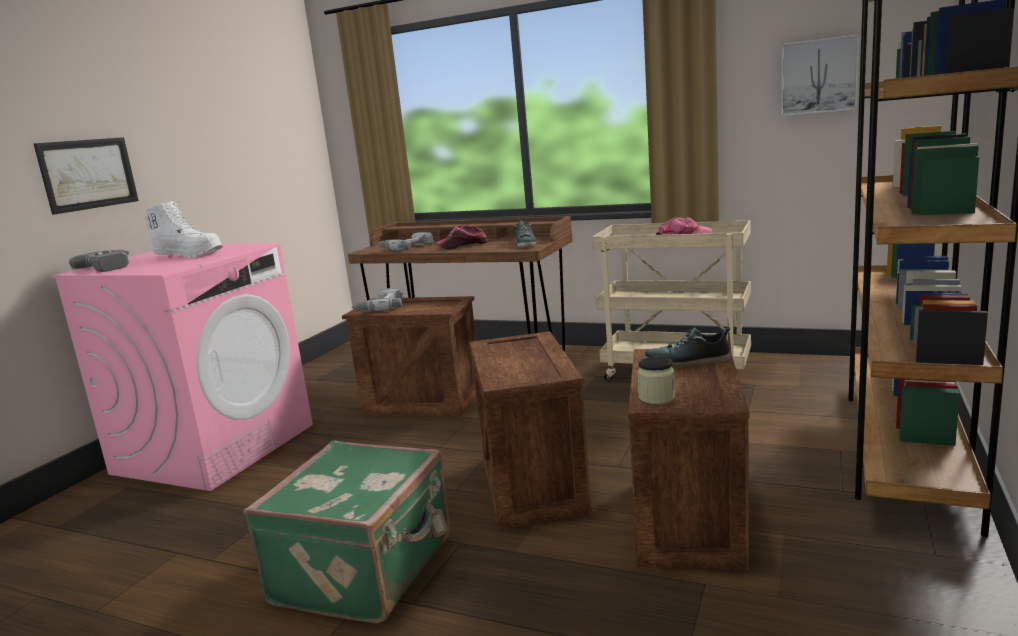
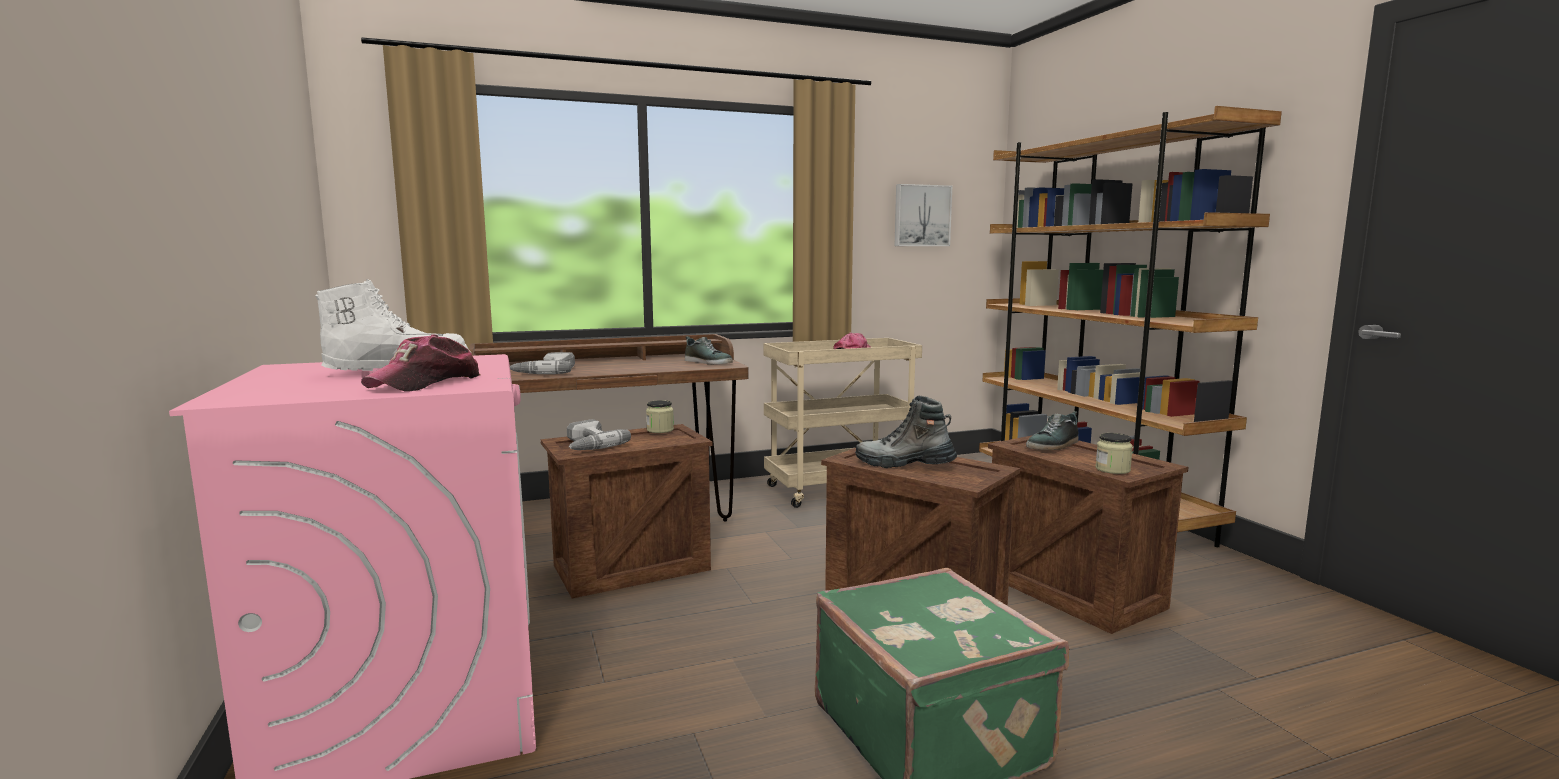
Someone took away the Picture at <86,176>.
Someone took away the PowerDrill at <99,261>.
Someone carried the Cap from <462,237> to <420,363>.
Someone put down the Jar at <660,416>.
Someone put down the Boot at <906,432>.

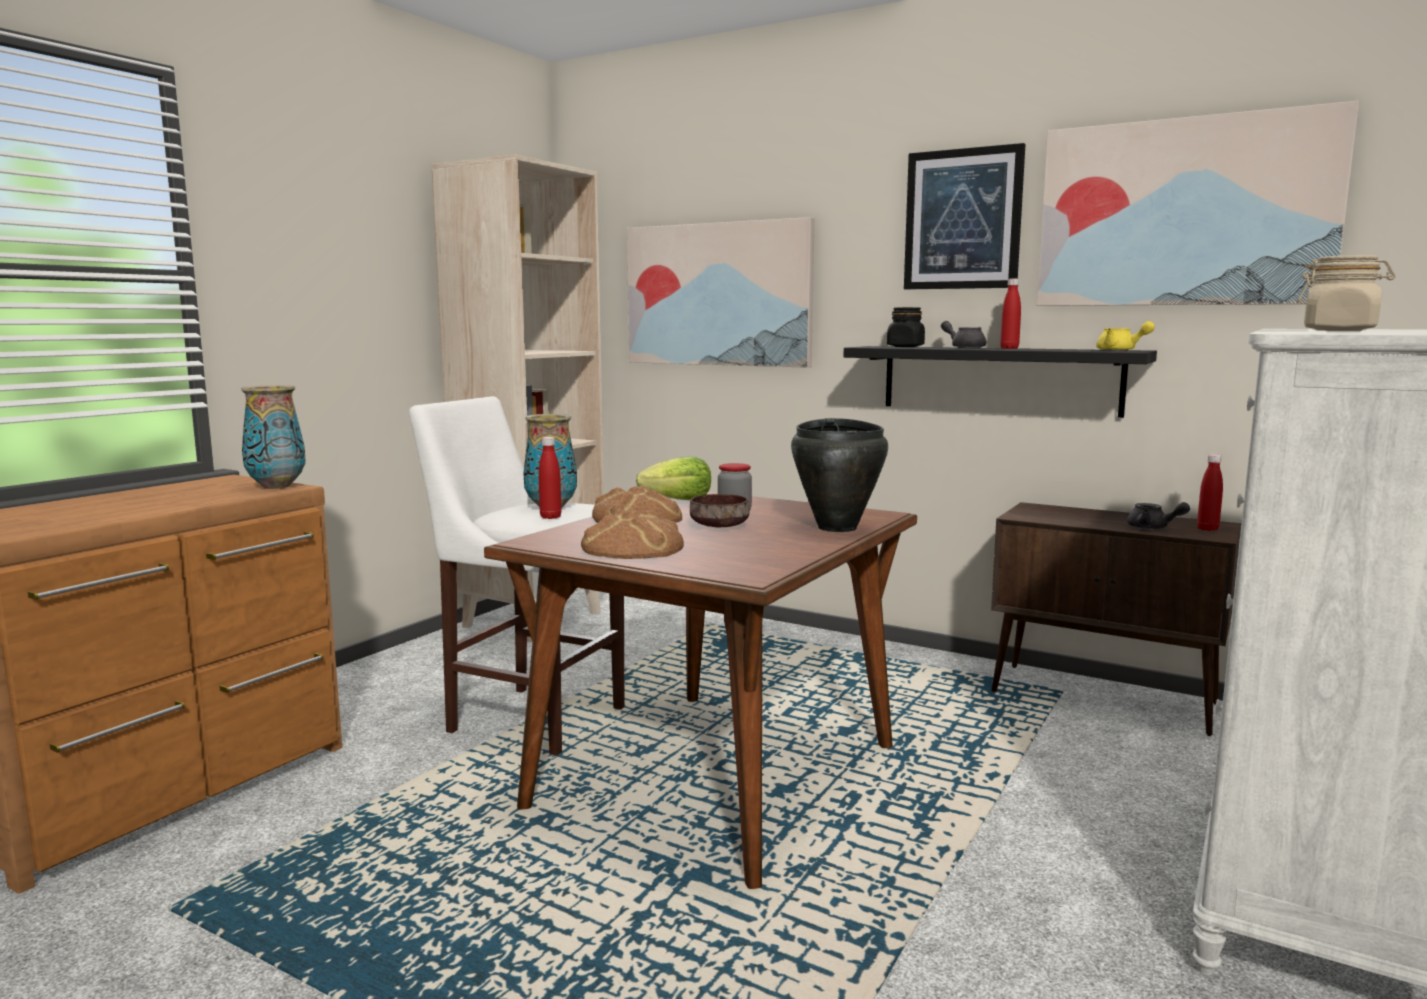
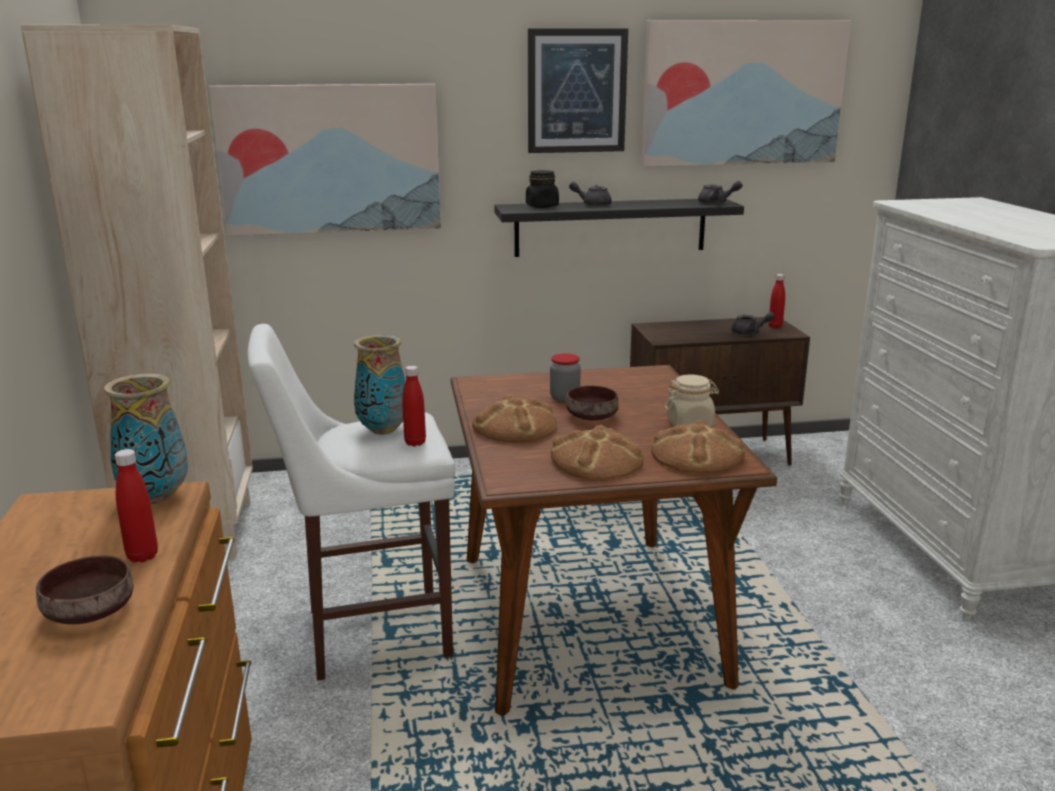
Someone took away the Lettuce at <673,478>.
Someone took away the BlackCookingPot at <839,475>.
Someone carried the RedBottle from <1010,314> to <136,506>.
Someone repainted the YellowTeapot at <1125,336>, which became the GreyTeapot at <720,192>.
Someone carried the BeigeJar from <1346,293> to <692,400>.
Someone put down the BrownBowl at <84,589>.
Someone put down the Bread at <698,446>.

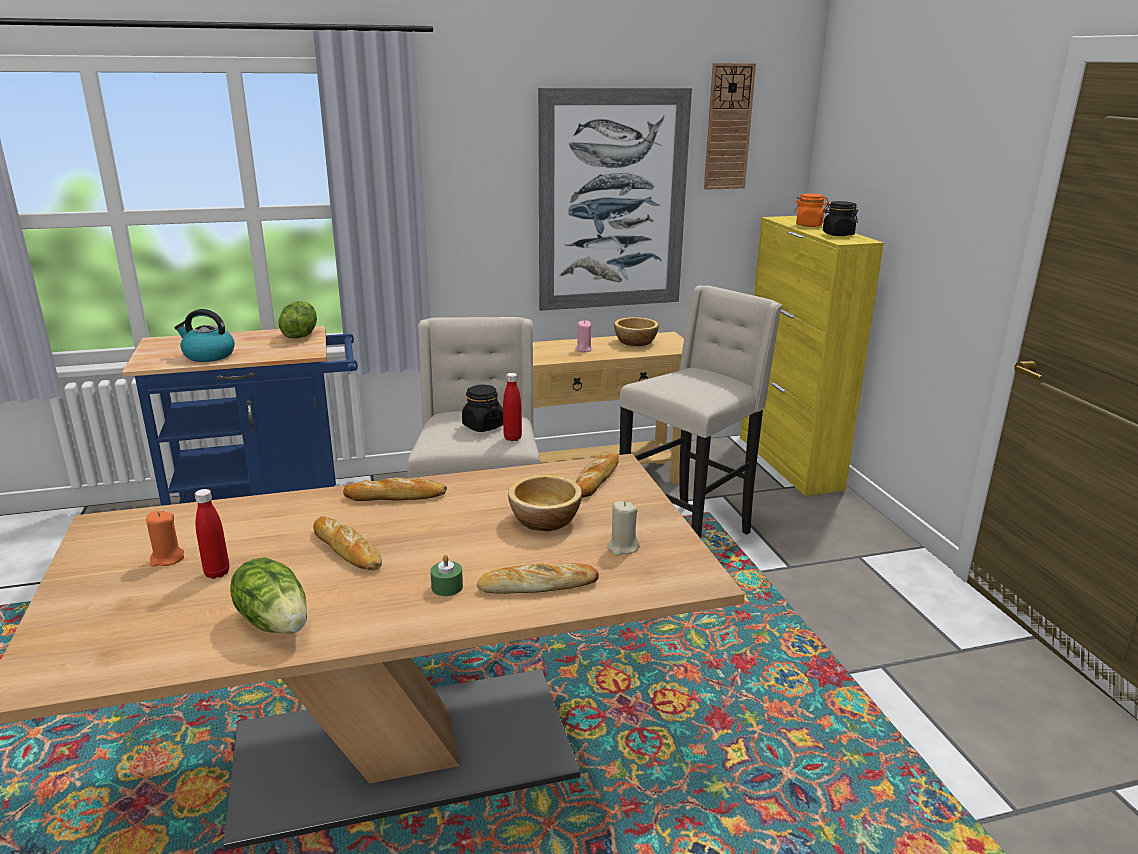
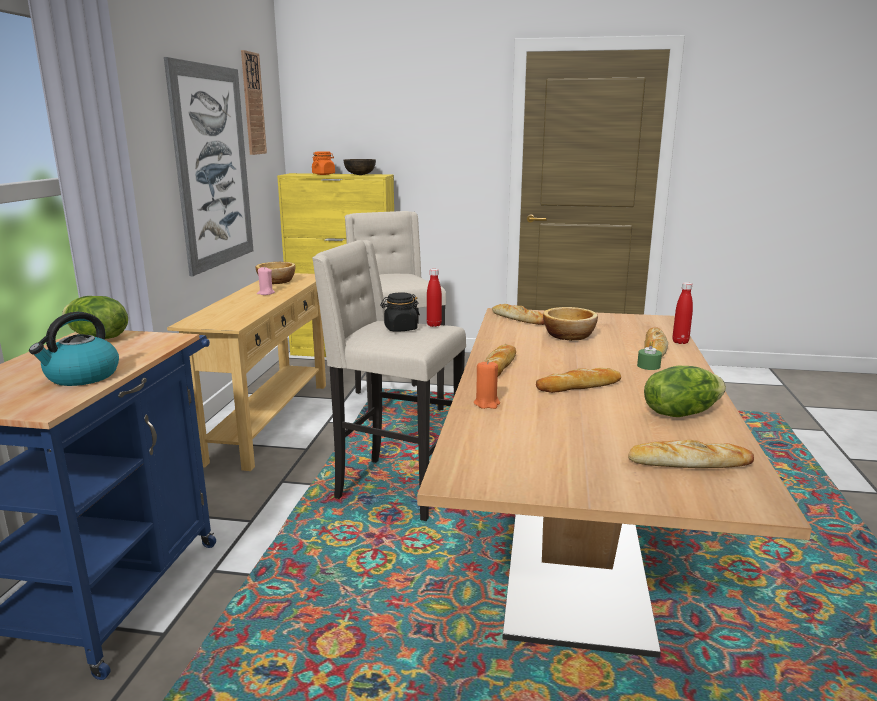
Someone carried the OrangeCandle from <165,539> to <487,385>.
Someone carried the RedBottle from <212,534> to <682,313>.
Someone took away the BeigeCandle at <623,528>.
Someone swapped the BlackJar at <840,218> for the BrownBowl at <360,167>.
Someone put down the Bread at <691,454>.

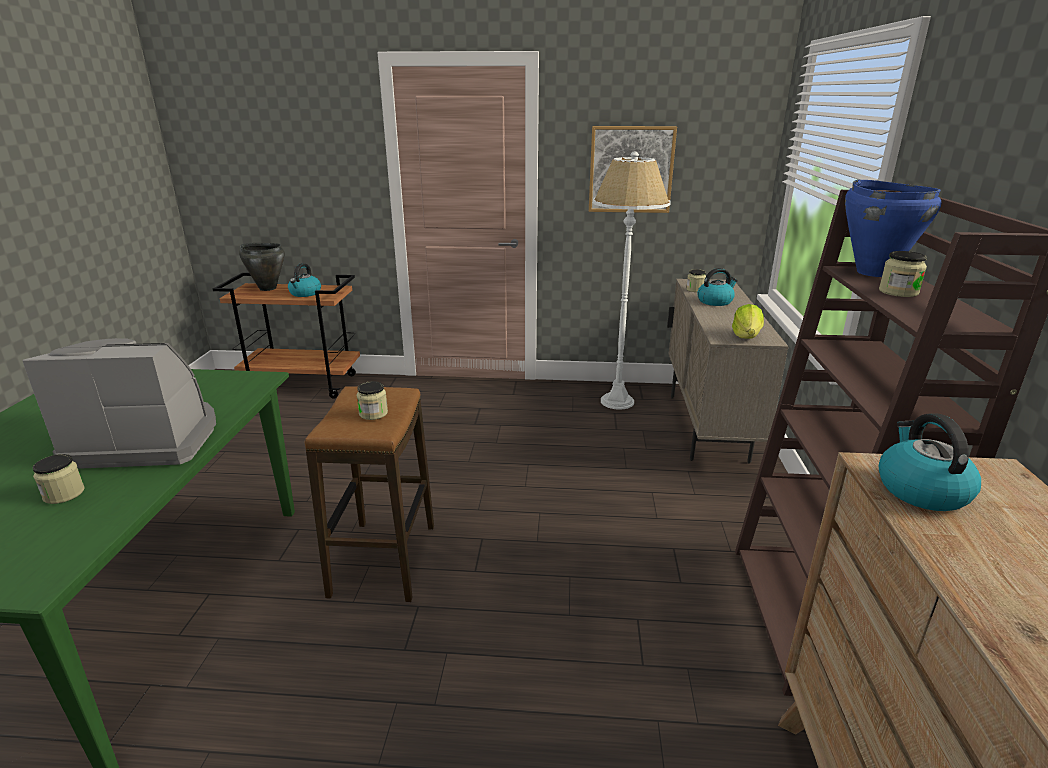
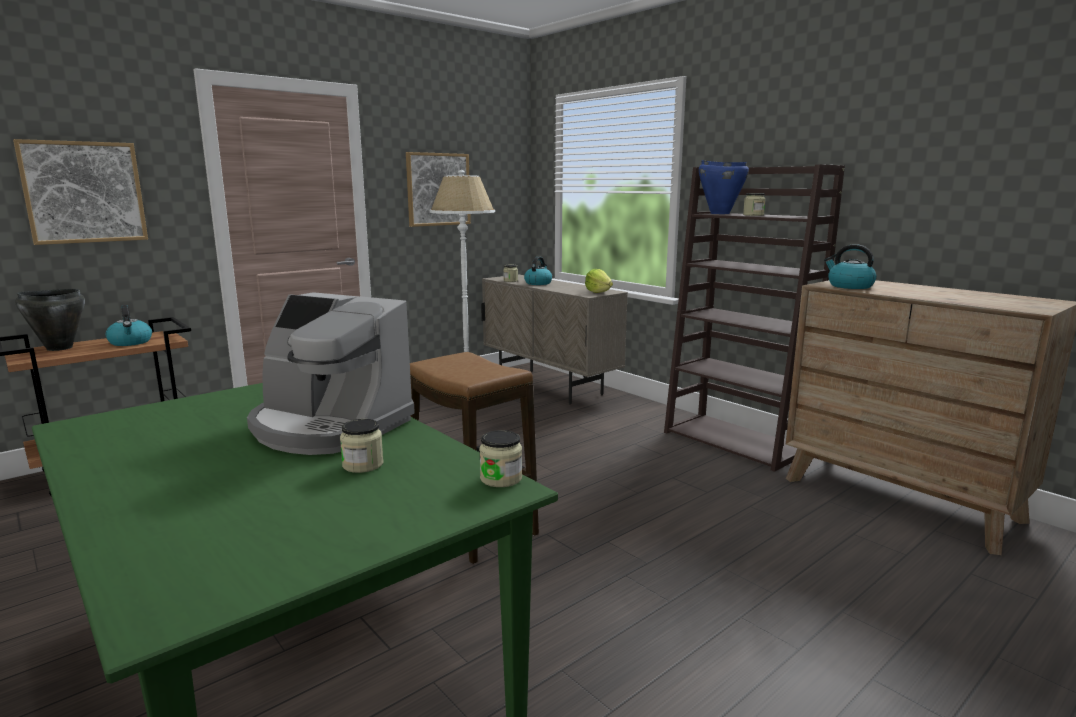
Someone rotated the CoffeeMachine at <119,403> by 105 degrees counterclockwise.
Someone carried the Jar from <372,400> to <500,458>.
Someone put up the Picture at <80,192>.

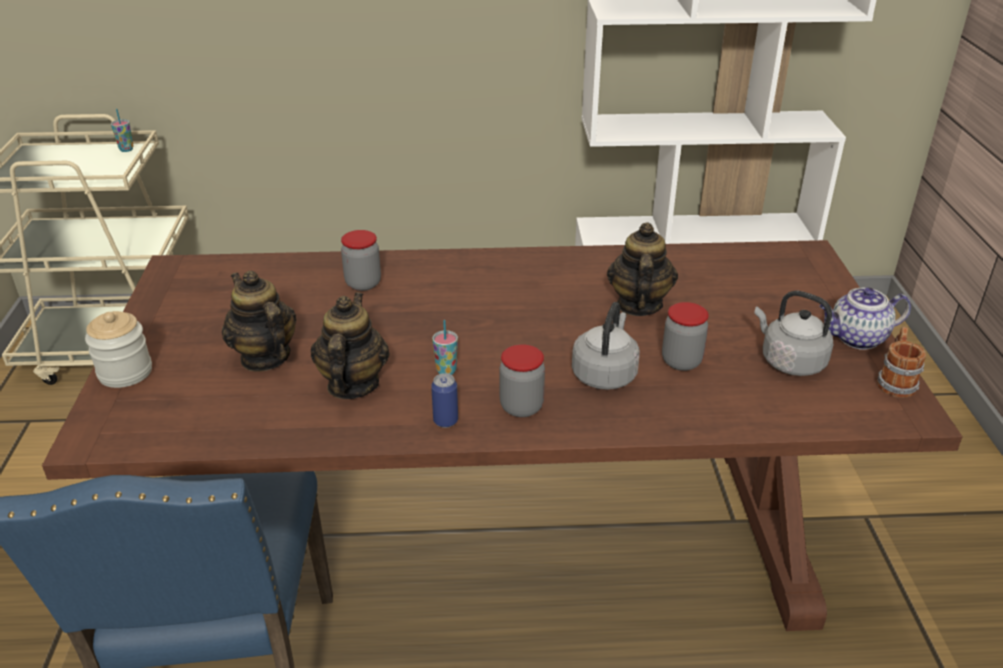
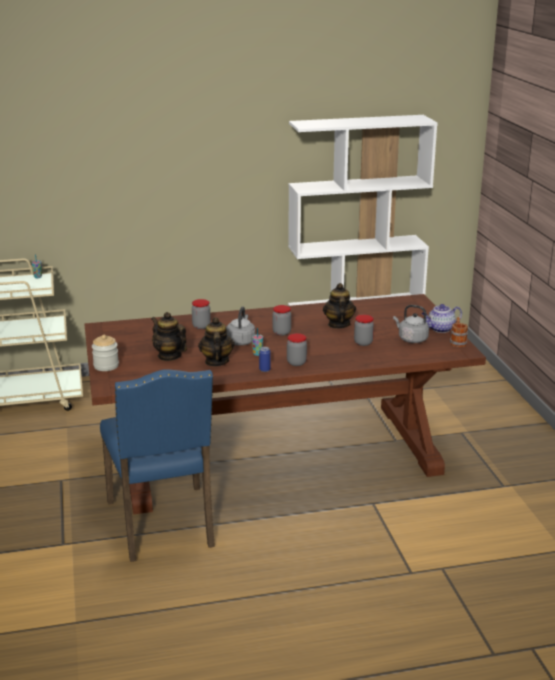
Someone carried the GreyKettle from <606,346> to <240,326>.
Someone put down the Jar at <281,320>.

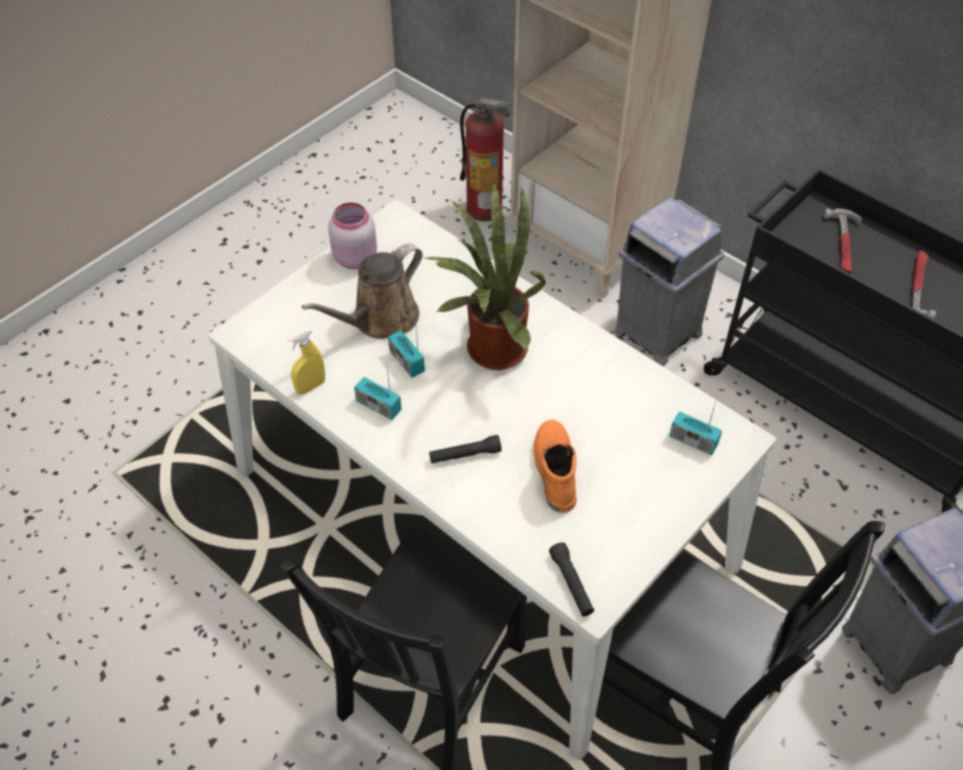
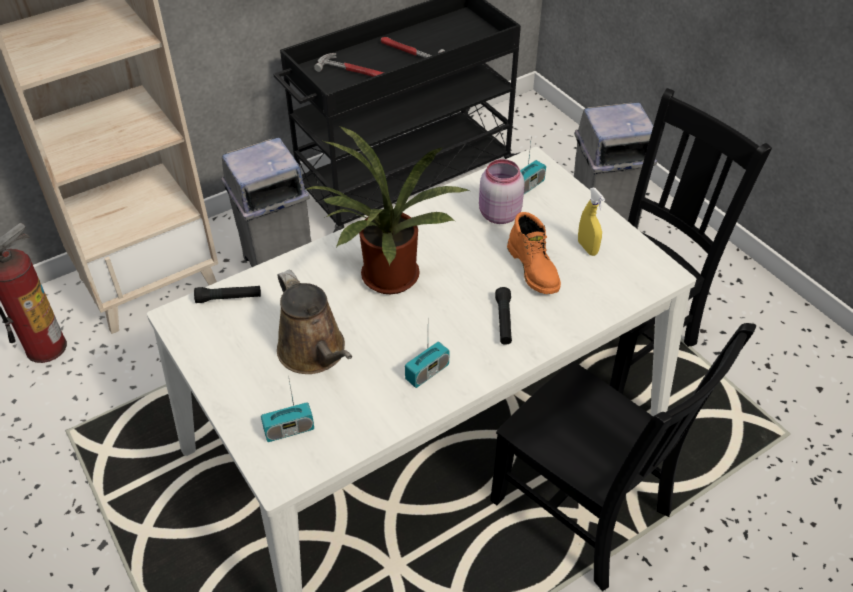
Someone carried the YellowSprayBottle from <306,362> to <591,222>.
Someone carried the PinkJar from <352,235> to <502,191>.
Someone carried the Radio from <406,353> to <287,411>.
Someone rotated the OrangeBoot at <555,466> by 120 degrees counterclockwise.
Someone carried the BlackFlashlight from <571,579> to <227,294>.

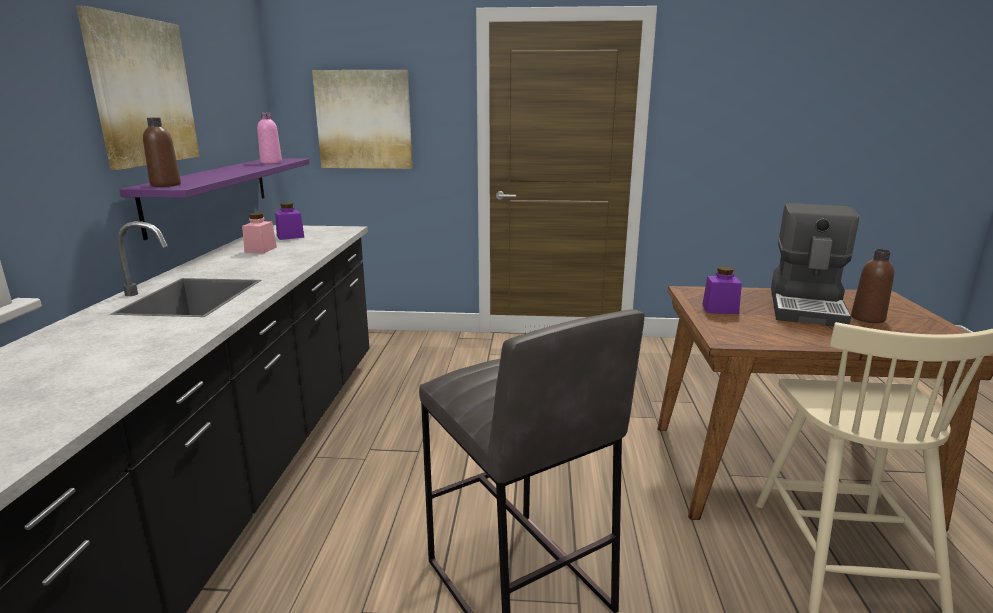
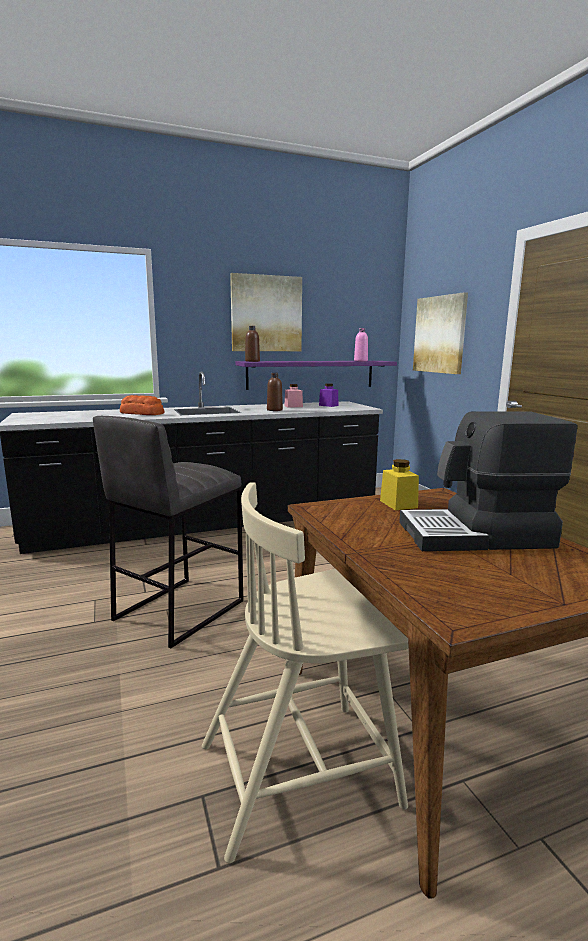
Someone repainted the PurpleJar at <722,290>, which became the YellowJar at <399,484>.
Someone carried the BrownBottle from <872,286> to <275,392>.
Someone put down the Bread at <142,405>.

